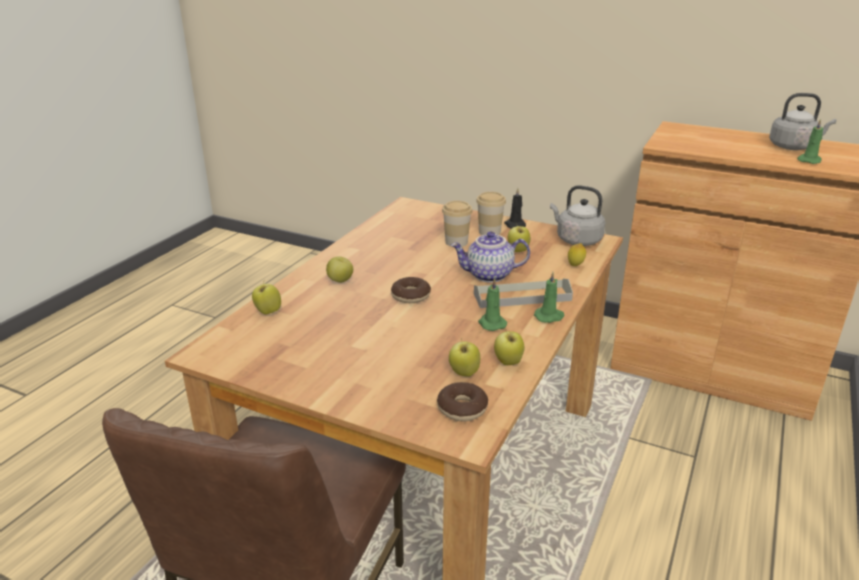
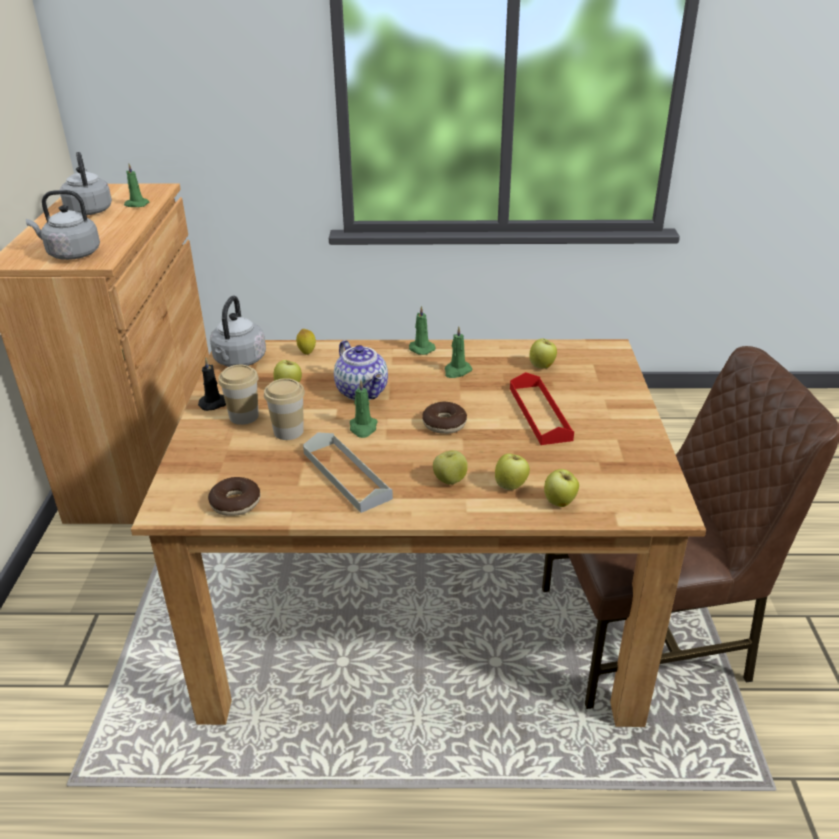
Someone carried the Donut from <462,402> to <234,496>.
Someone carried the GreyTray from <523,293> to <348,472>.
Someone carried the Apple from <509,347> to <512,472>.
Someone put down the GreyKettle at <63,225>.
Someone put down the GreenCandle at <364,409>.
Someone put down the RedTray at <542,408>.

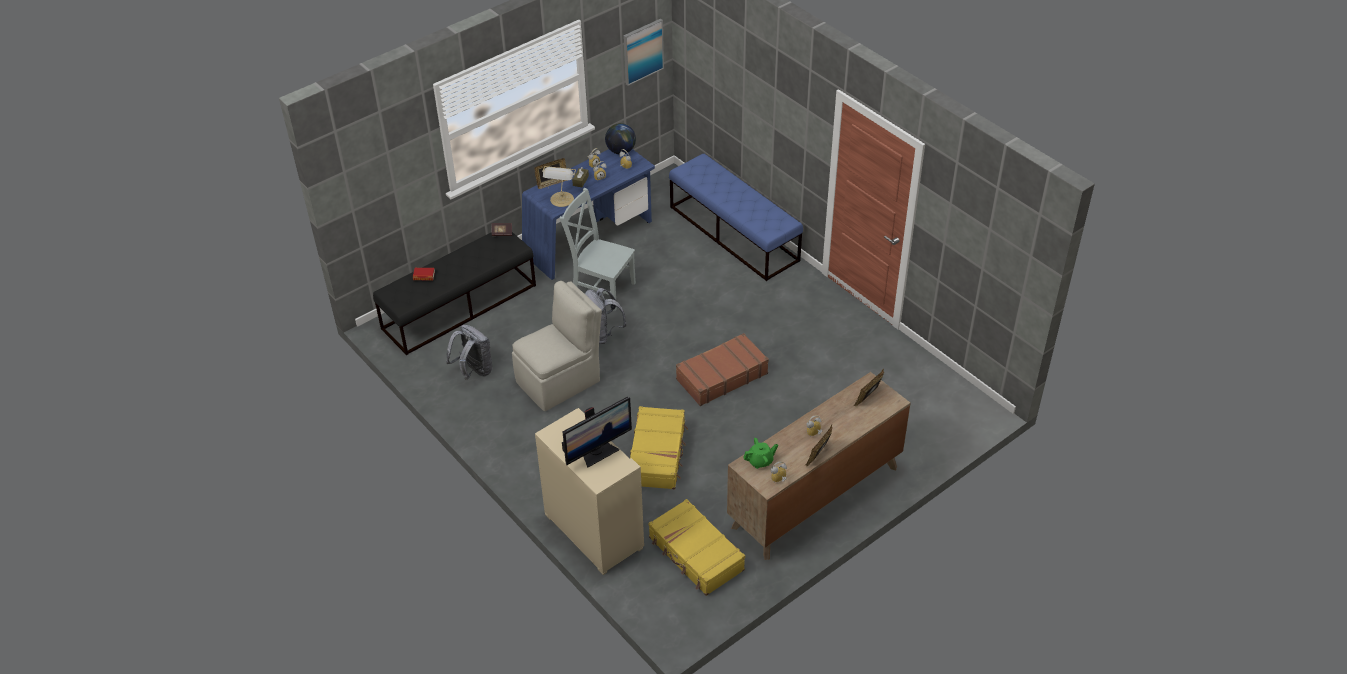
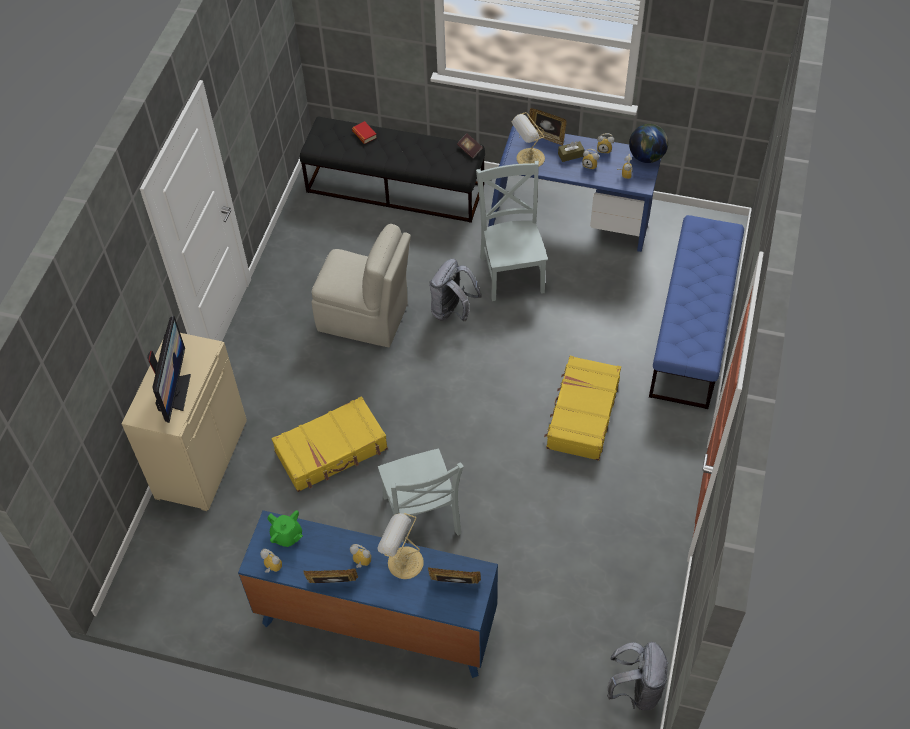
Someone carried the GreyBackpack from <469,352> to <638,676>.
Someone rotated the Monitor at <597,432> by 105 degrees counterclockwise.
Someone took away the Picture at <643,52>.
Someone carried the YellowSuitcase from <696,547> to <582,408>.
Someone took away the BrownSuitcase at <722,369>.
Someone repainted the BrownDresser at <819,466>, which became the BlueDresser at <368,594>.
Someone put down the TableLamp at <400,546>.
Someone put down the GreyChair at <421,495>.

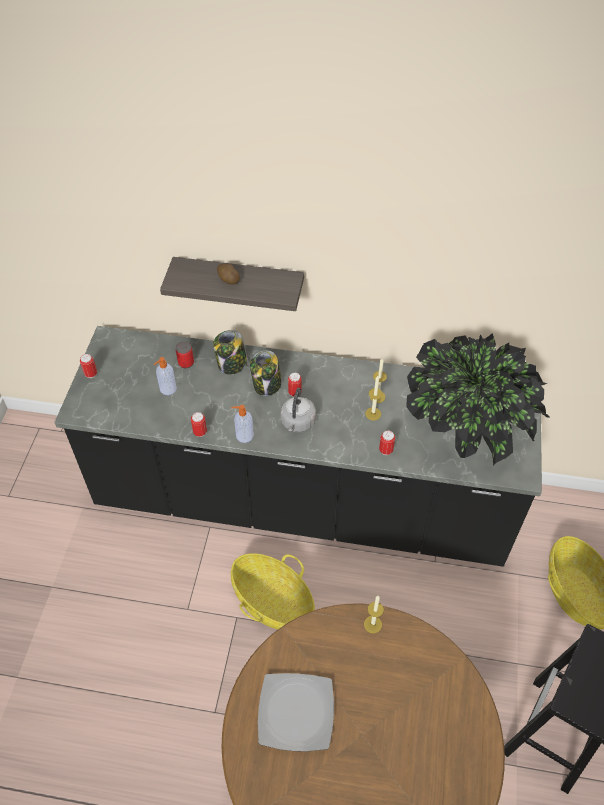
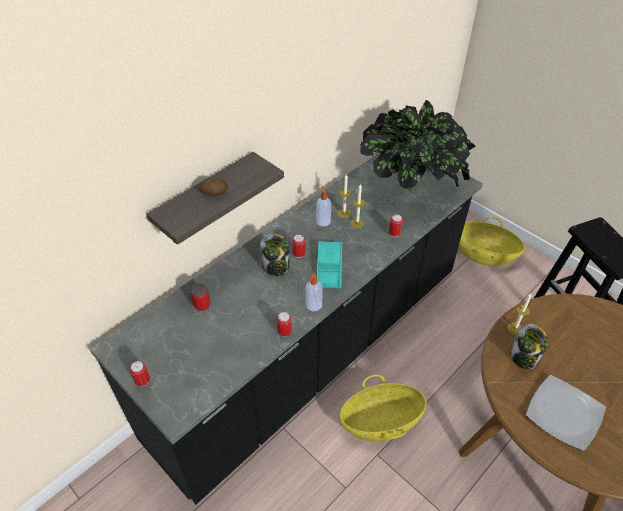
Someone carried the SoapDispenser from <165,376> to <323,208>.
Someone carried the Jar from <230,352> to <529,346>.
Someone swapped the GreyKettle at <298,410> for the TurquoiseTray at <329,265>.

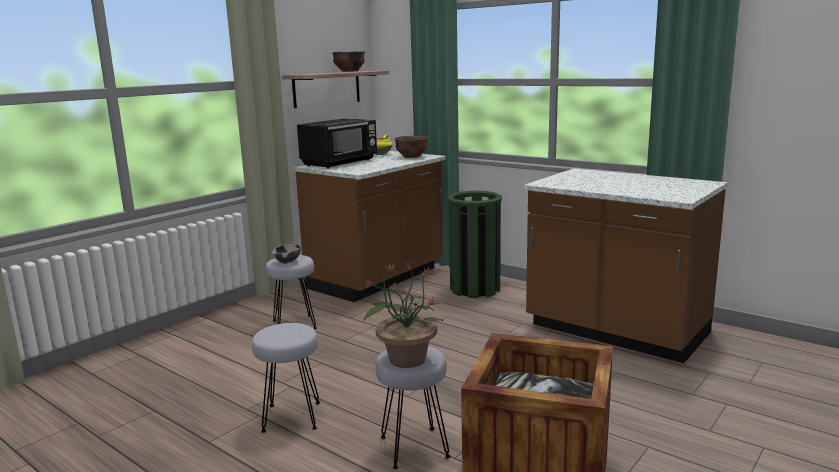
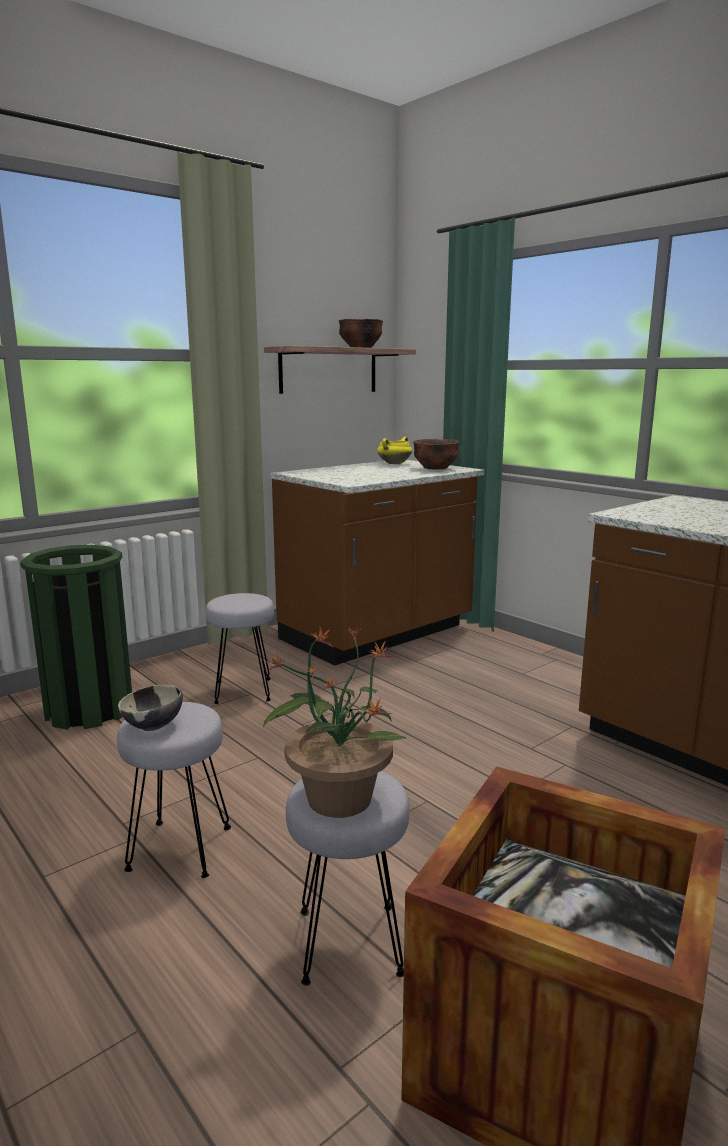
Someone carried the Bowl from <286,254> to <150,708>.
Someone took away the BlackMicrowave at <337,144>.
Someone carried the GreenTrashCan from <474,244> to <76,637>.

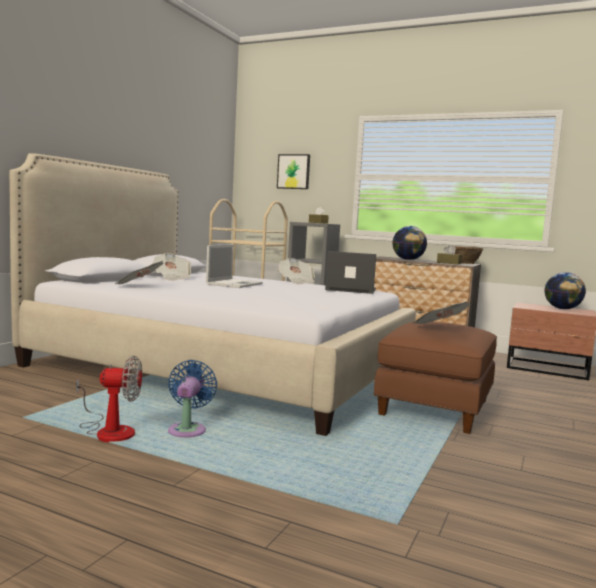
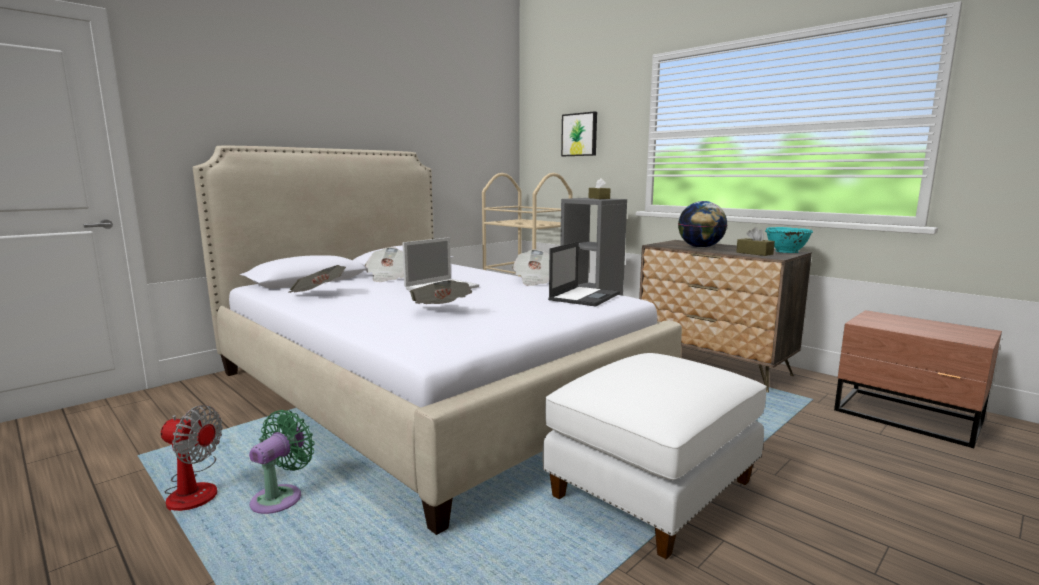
Someone repainted the BlueFan at <192,398>, which became the GreenFan at <282,462>.
Someone rotated the Laptop at <350,272> by 90 degrees clockwise.
Someone repainted the BrownOttoman at <435,377>, which became the WhiteOttoman at <654,456>.
Someone carried the Newspaper from <442,313> to <440,292>.
Someone repainted the BrownBowl at <468,255>, which became the TurquoiseBowl at <789,240>.
Someone took away the Globe at <565,290>.

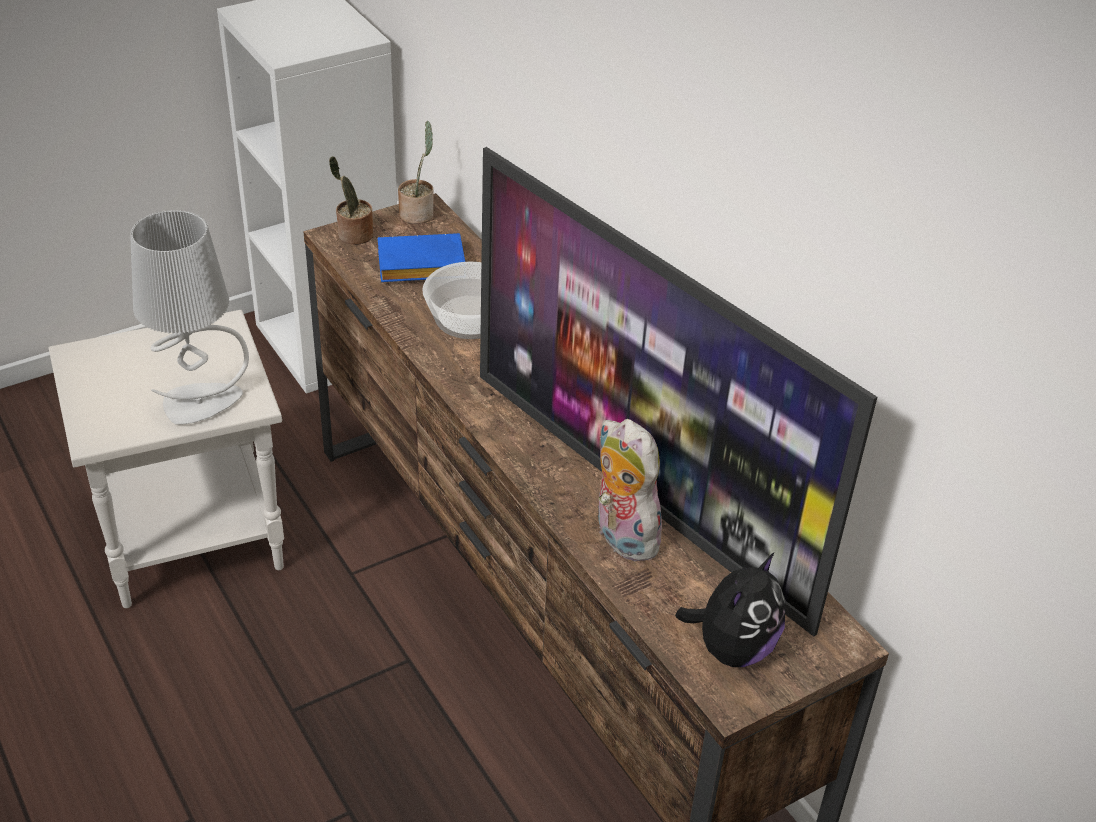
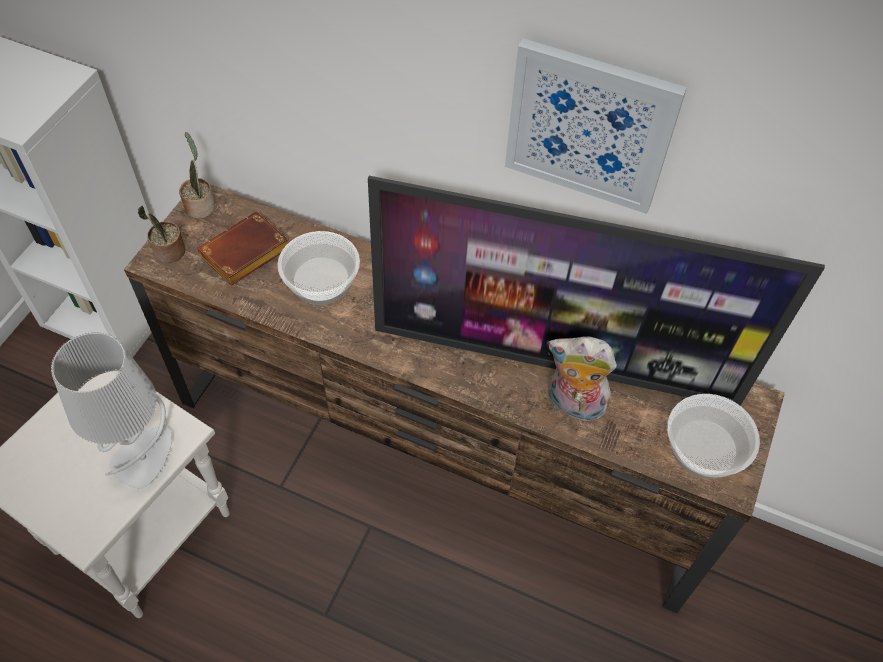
Someone repainted the BlueBook at <421,257>, which became the BrownBook at <243,249>.
Someone swapped the PlushToy at <730,609> for the Bowl at <713,436>.
Someone put up the Picture at <596,126>.

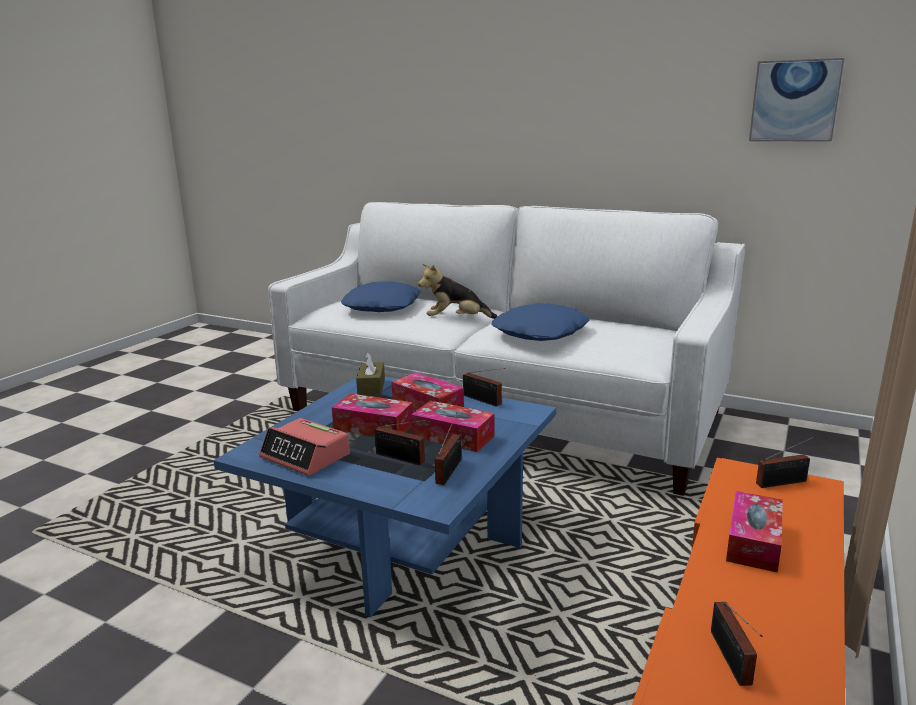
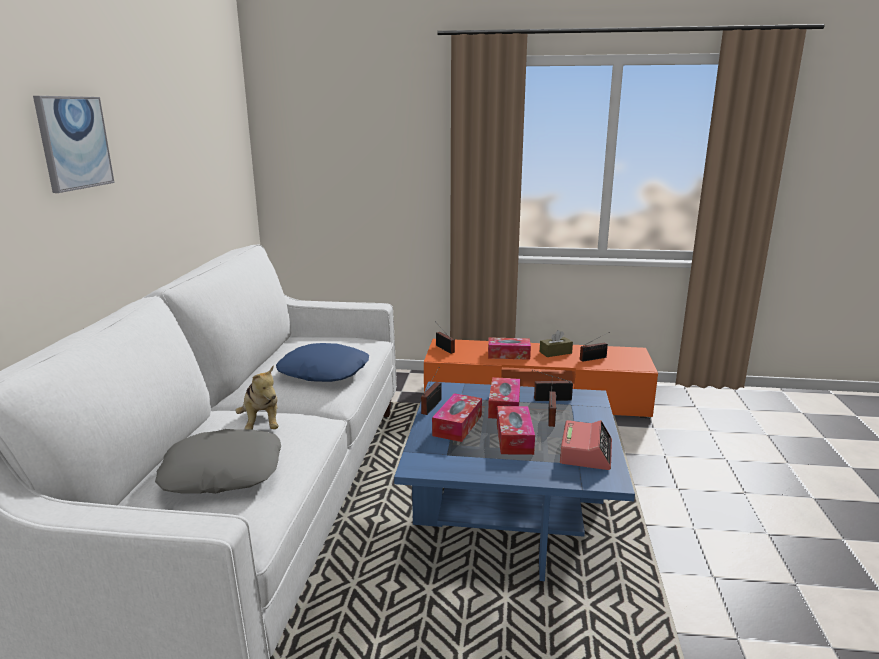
Someone repainted the BluePillow at <381,297>, which became the GreyPillow at <218,461>.
Someone carried the BrownTissueBox from <370,374> to <556,343>.
Someone carried the Picture from <796,100> to <74,144>.

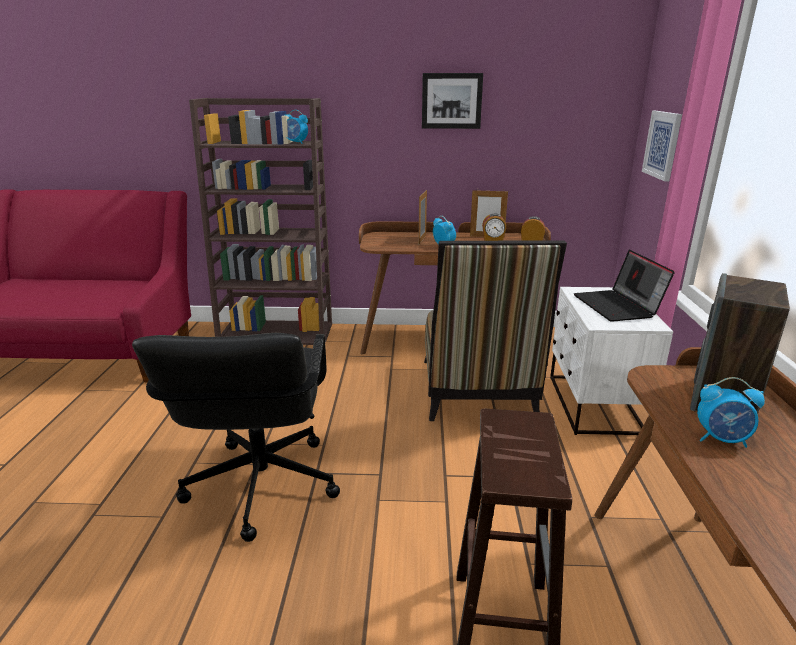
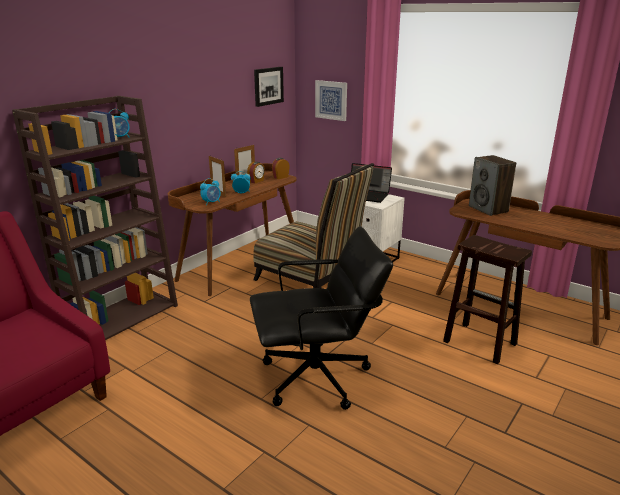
Someone rotated the BlackOfficeChair at <236,437> by 45 degrees counterclockwise.
Someone carried the Picture from <452,101> to <269,87>.
Someone carried the AlarmClock from <731,412> to <210,191>.

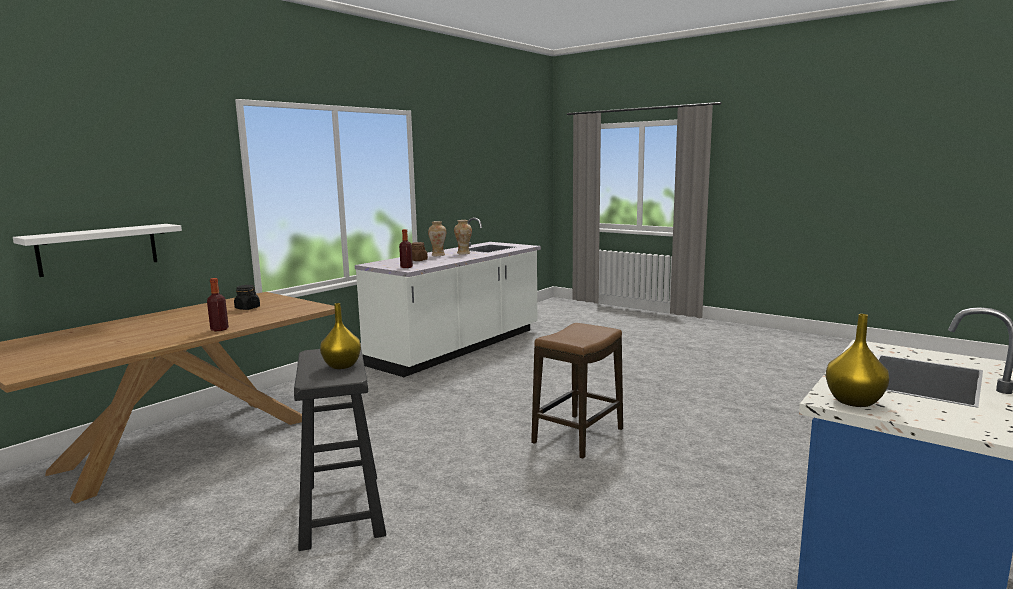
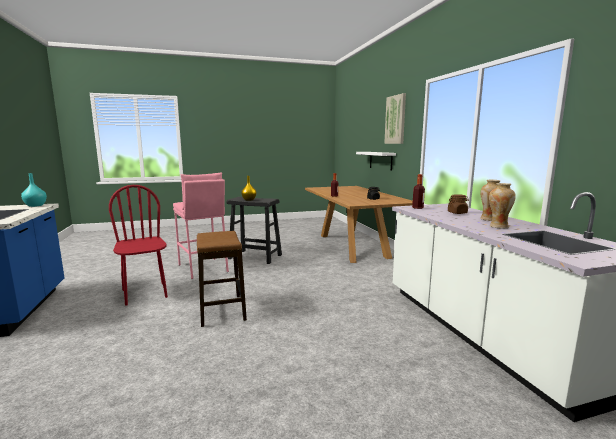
Someone repainted the YellowVase at <857,360>, which became the TurquoiseVase at <34,190>.
Someone put down the RedChair at <138,245>.
Someone put down the PinkStool at <201,225>.
Someone put up the Picture at <395,118>.

